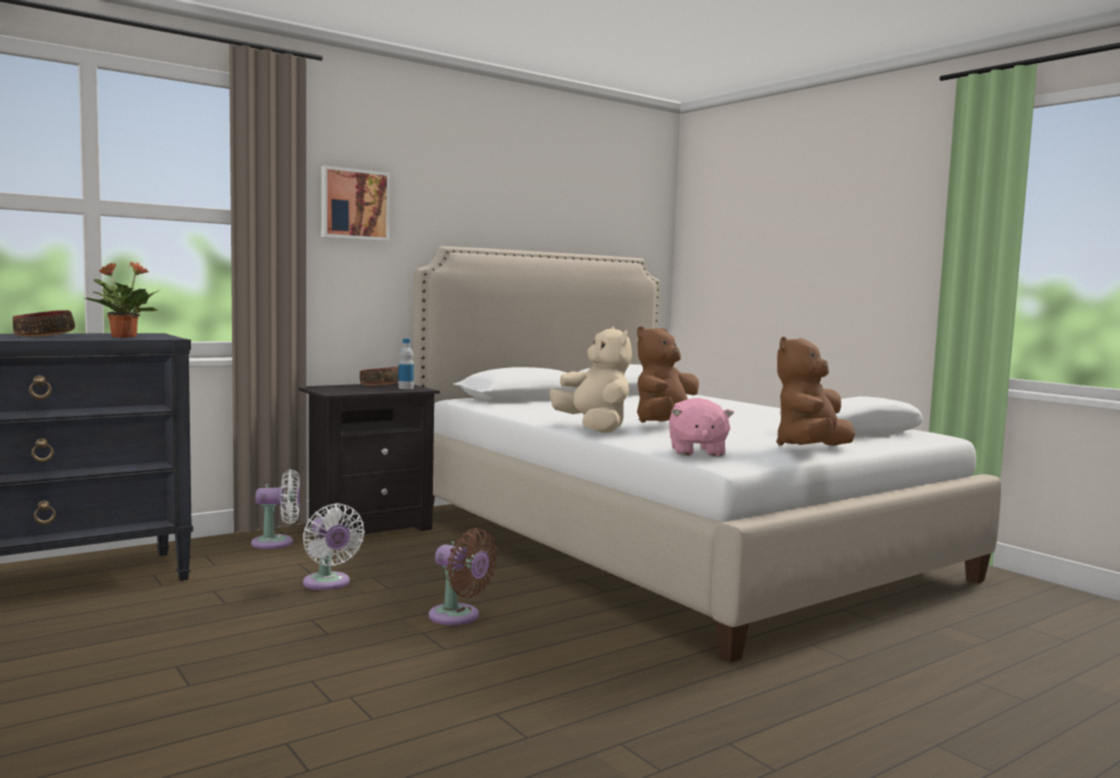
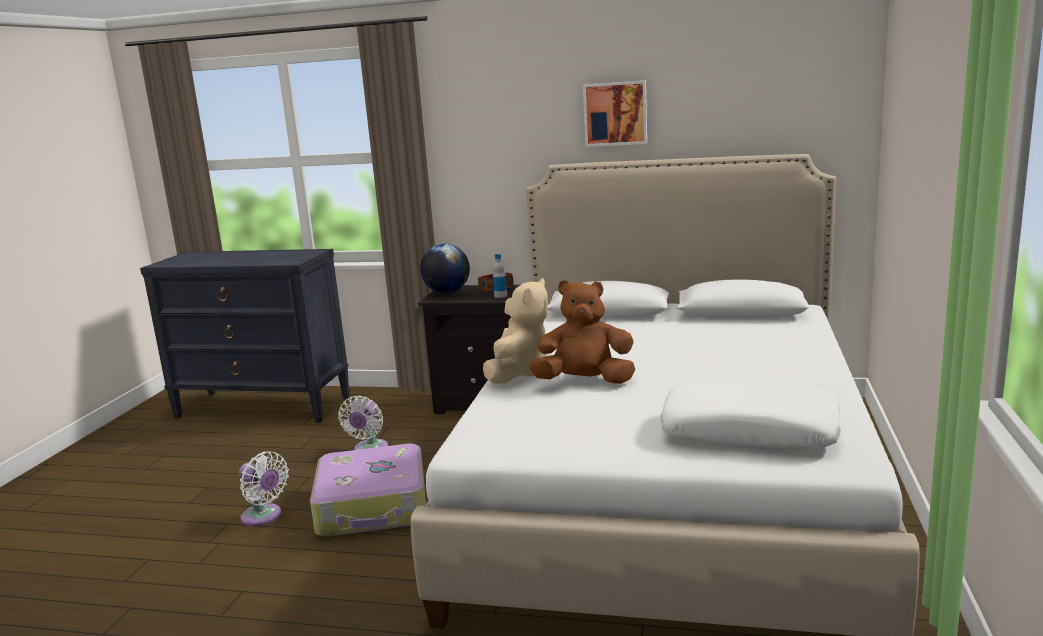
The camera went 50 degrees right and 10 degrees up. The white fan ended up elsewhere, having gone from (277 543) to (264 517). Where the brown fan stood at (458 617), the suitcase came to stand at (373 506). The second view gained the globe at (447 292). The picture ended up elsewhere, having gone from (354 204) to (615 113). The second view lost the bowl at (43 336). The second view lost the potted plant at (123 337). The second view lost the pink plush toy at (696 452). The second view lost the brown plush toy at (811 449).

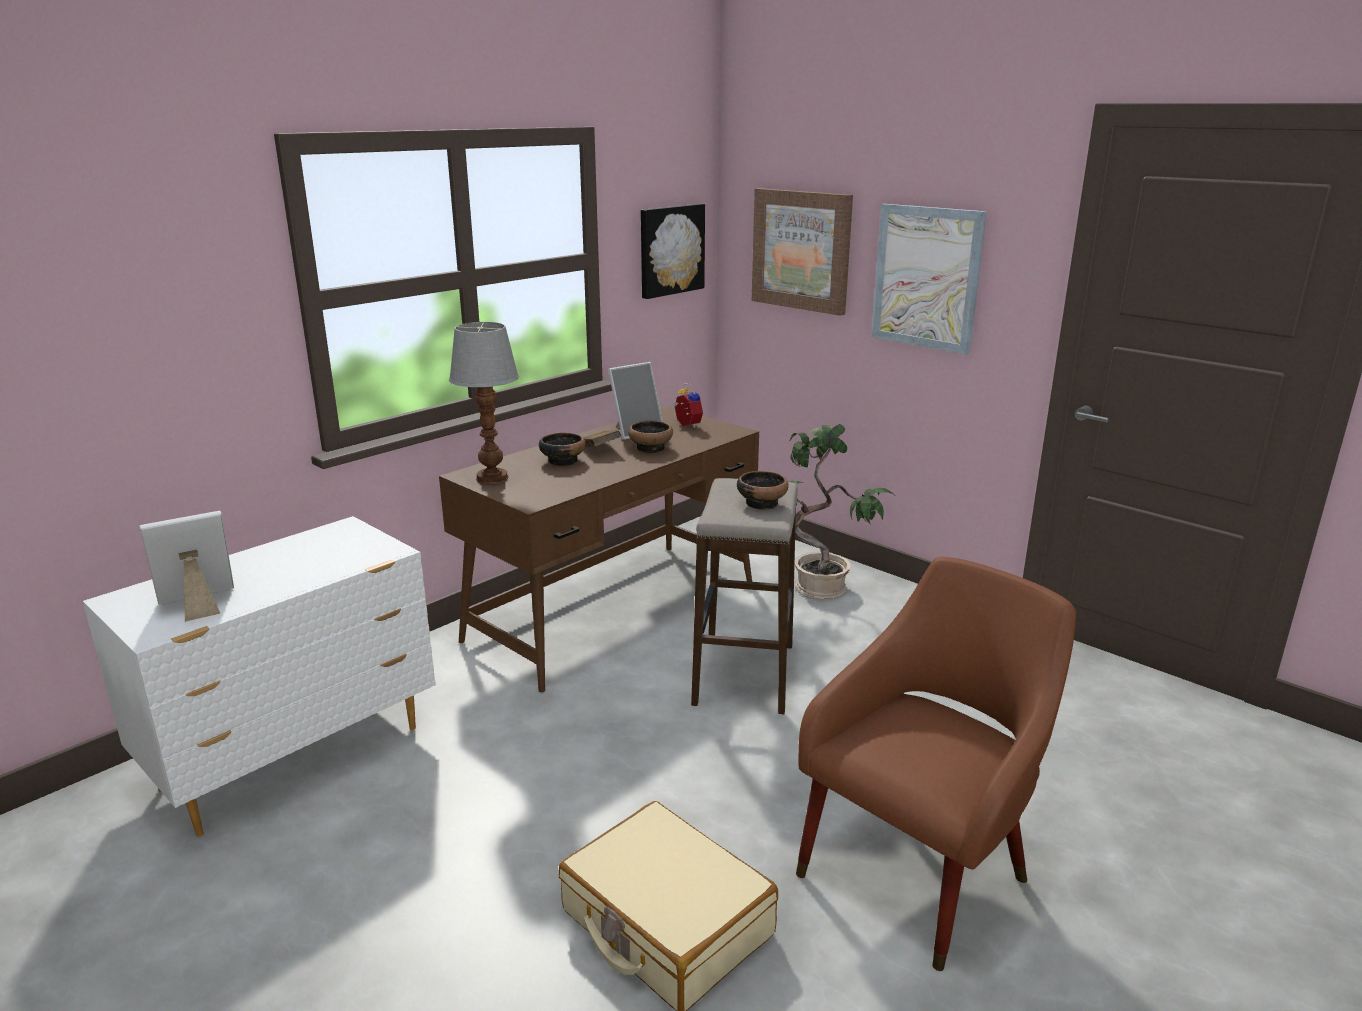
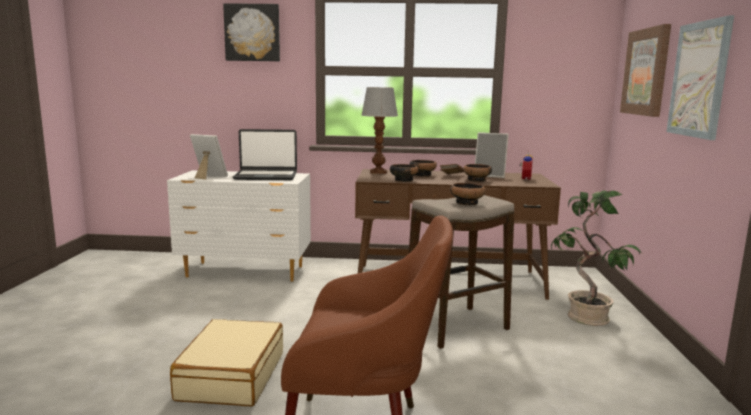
The camera went 50 degrees right and 10 degrees down. The picture ended up elsewhere, having gone from (670 250) to (252 33). The second view gained the laptop at (266 176). The second view gained the bowl at (403 180).

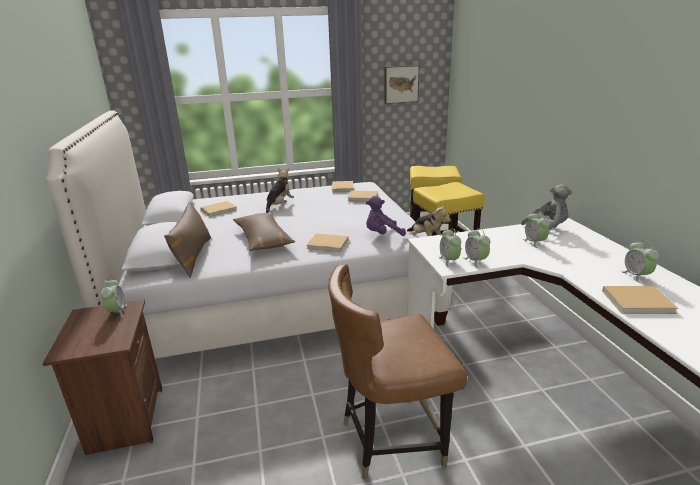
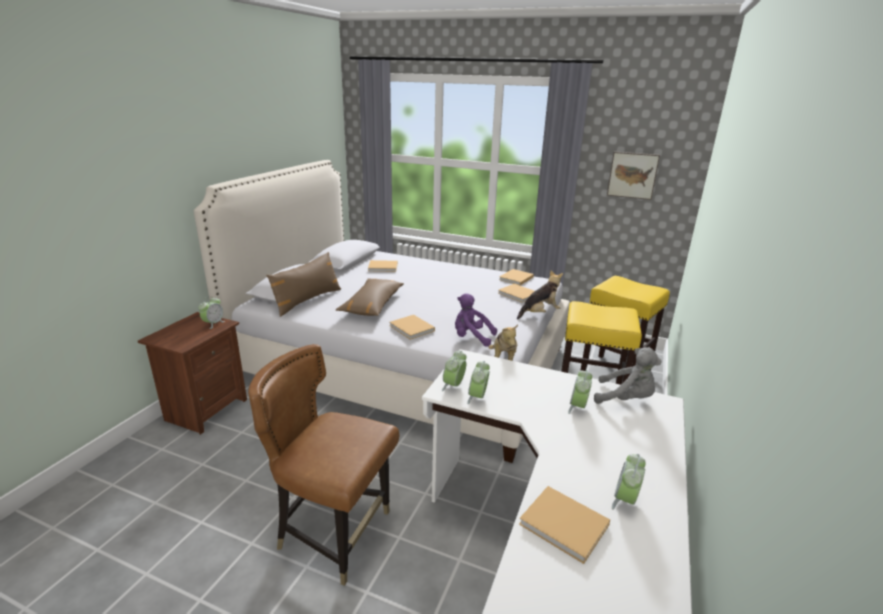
The camera went 35 degrees right and 0 degrees up. The plush toy ended up elsewhere, having gone from (279 205) to (539 313).

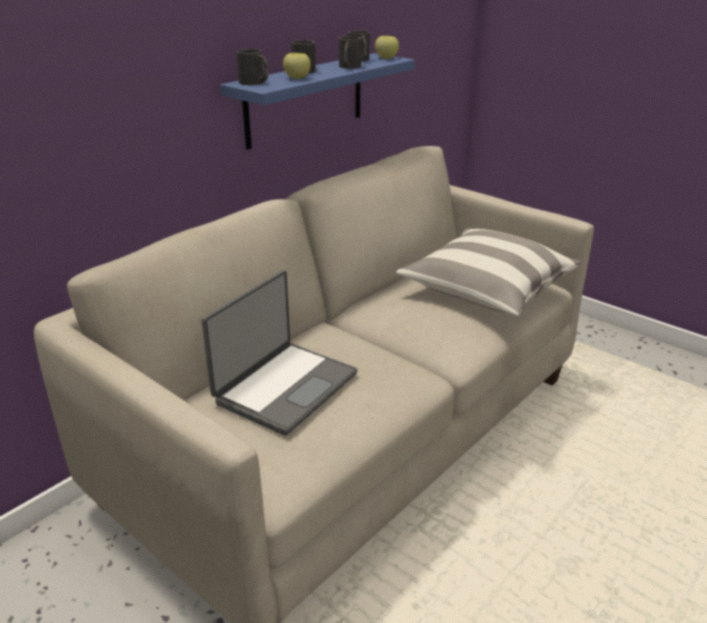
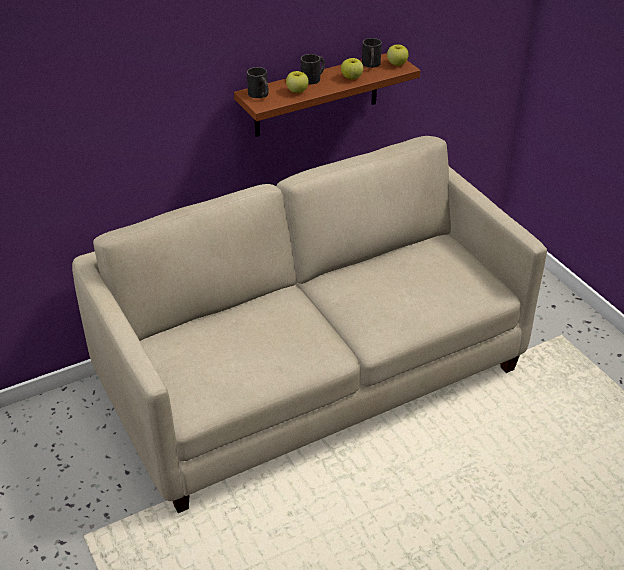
The camera went 20 degrees right and 10 degrees up. What was the blue shelf at (305 100) turned into the brown shelf at (316 95). Where the black mug stood at (349 67), the apple came to stand at (351 77). The second view lost the laptop at (284 387). The second view lost the pillow at (487 290).

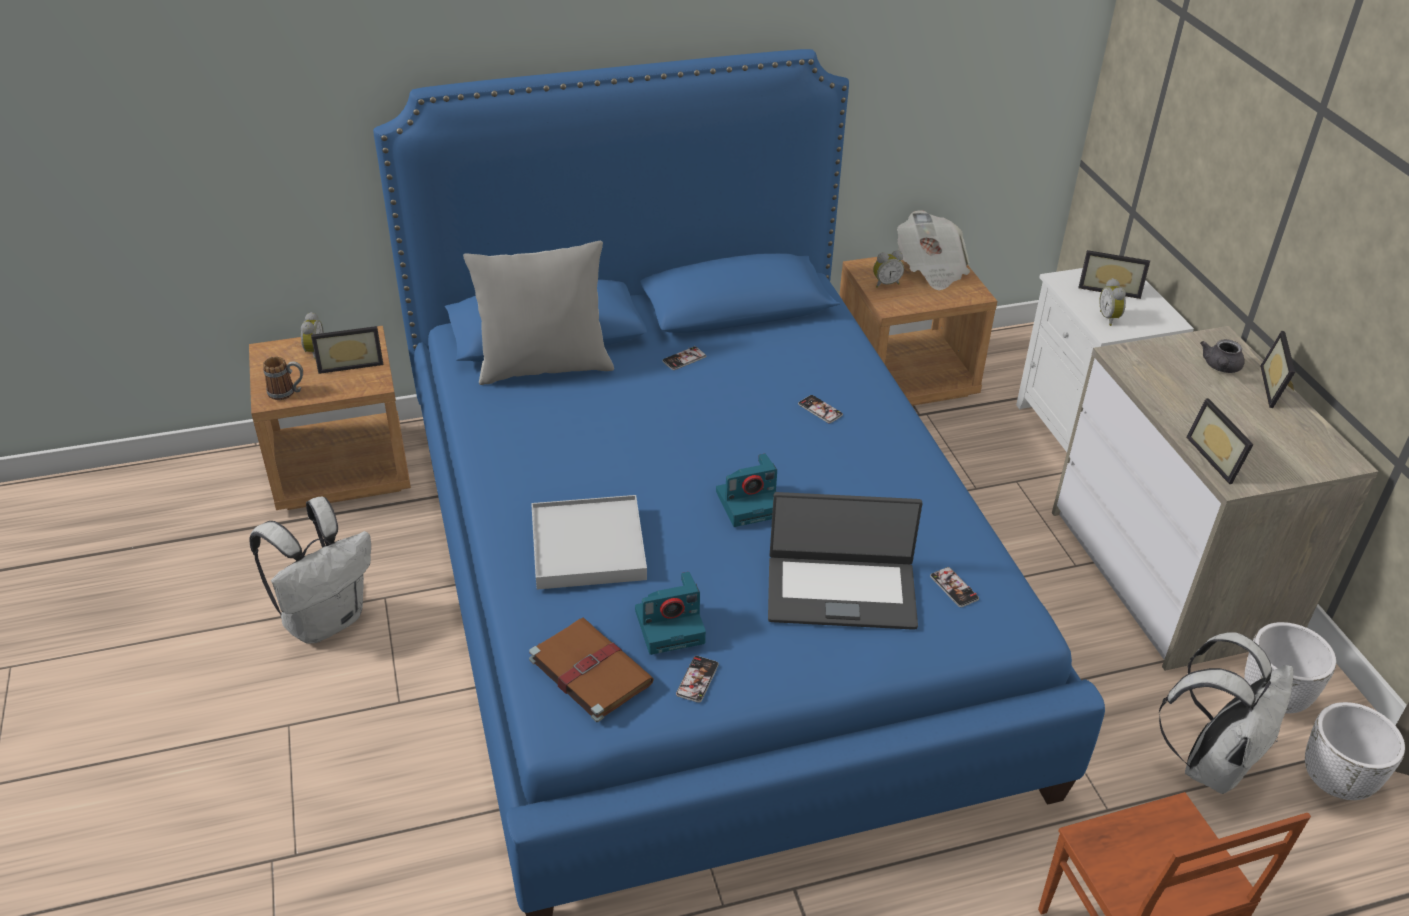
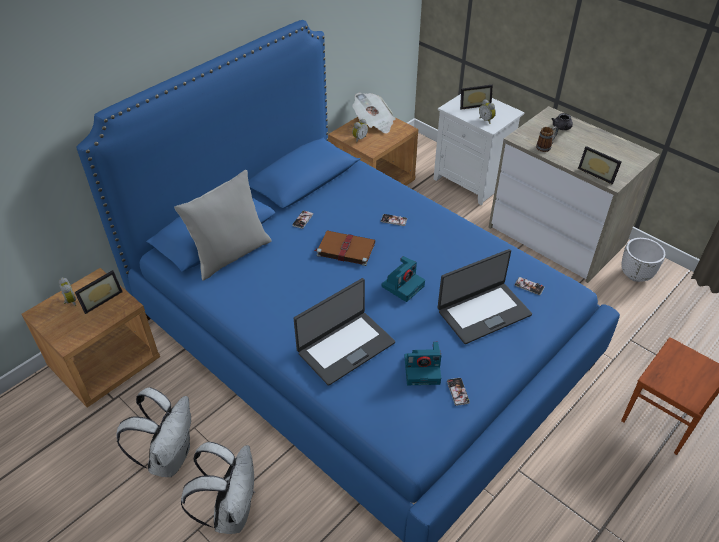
The camera went 30 degrees left and 5 degrees up. The white backpack ended up elsewhere, having gone from (1211 762) to (231 511). Where the white tray stood at (588 546), the laptop came to stand at (345 347). The brown book ended up elsewhere, having gone from (588 670) to (345 249). The photo camera at (671 625) ended up facing another way, 45 degrees clockwise from before. The mug ended up elsewhere, having gone from (287 393) to (546 146). The second view lost the picture frame at (1278 388). The second view lost the white planter at (1336 781).

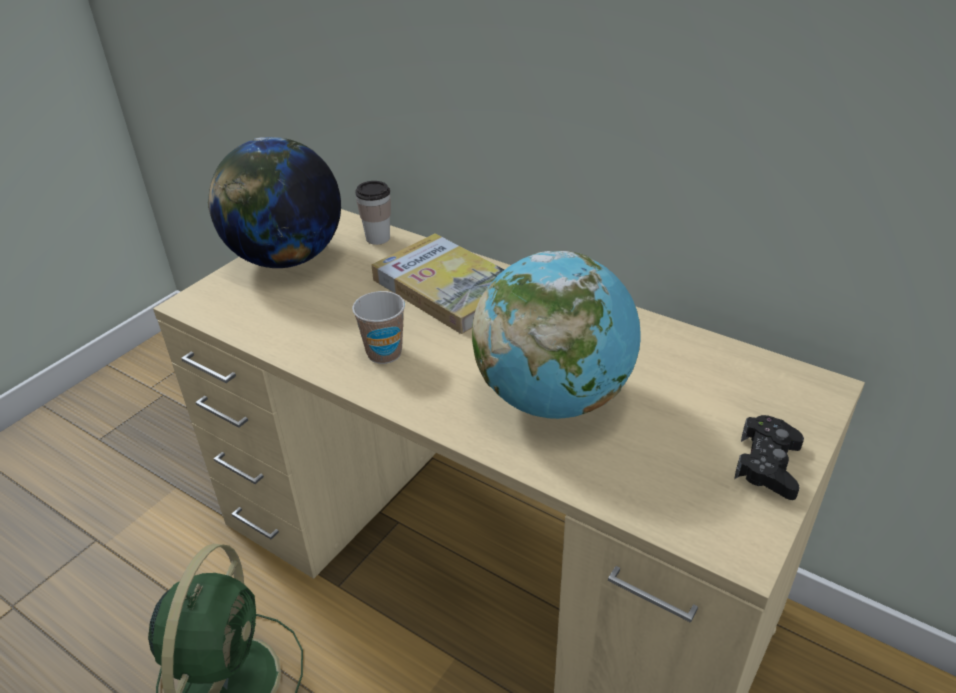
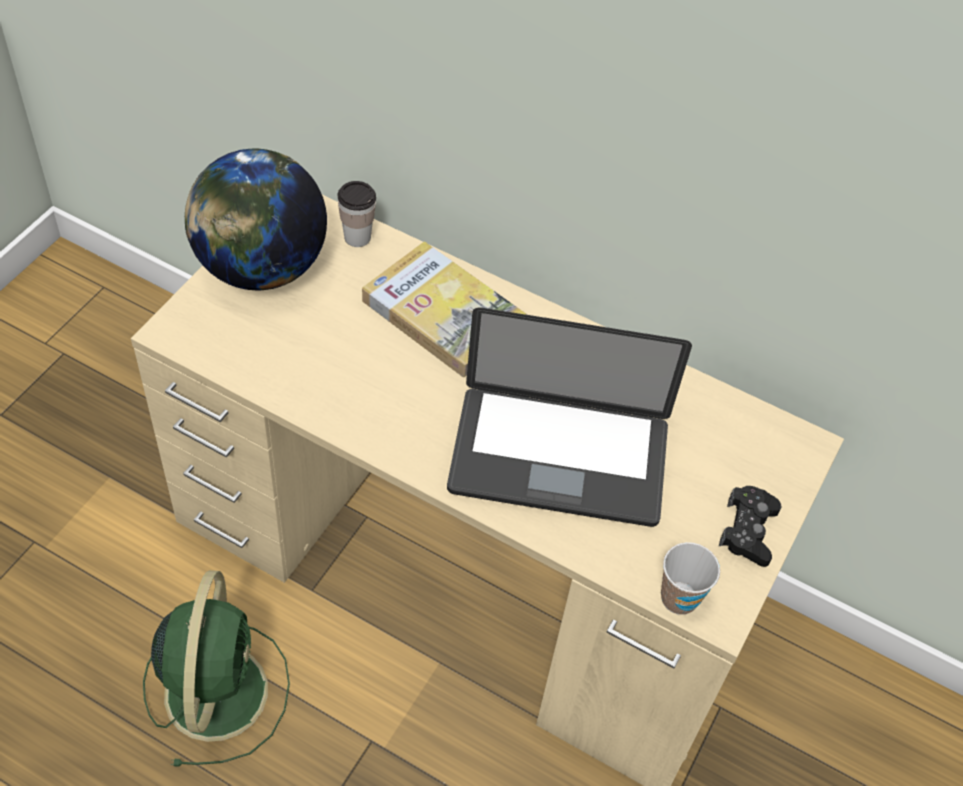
The camera went 10 degrees left and 15 degrees up. Where the globe stood at (553 398), the laptop came to stand at (559 458). The cup ended up elsewhere, having gone from (384 353) to (679 598).

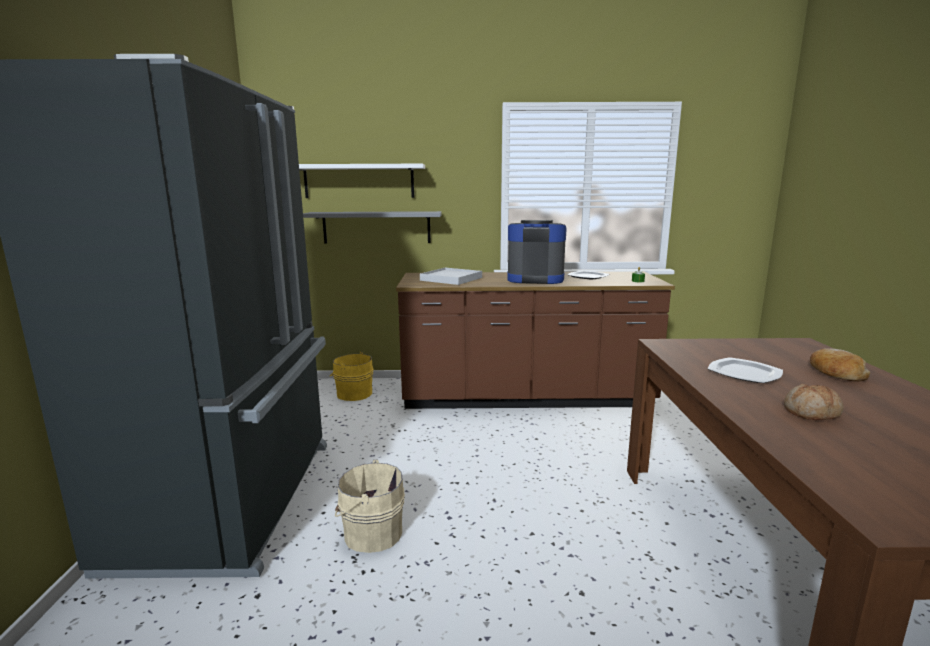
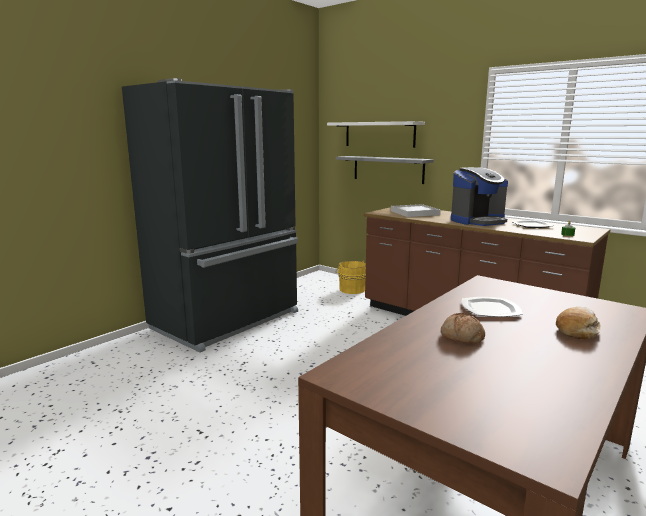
The camera went 40 degrees right and 0 degrees up. The coffee machine at (535 279) ended up facing another way, 105 degrees clockwise from before. The second view lost the beige bucket at (370 533).

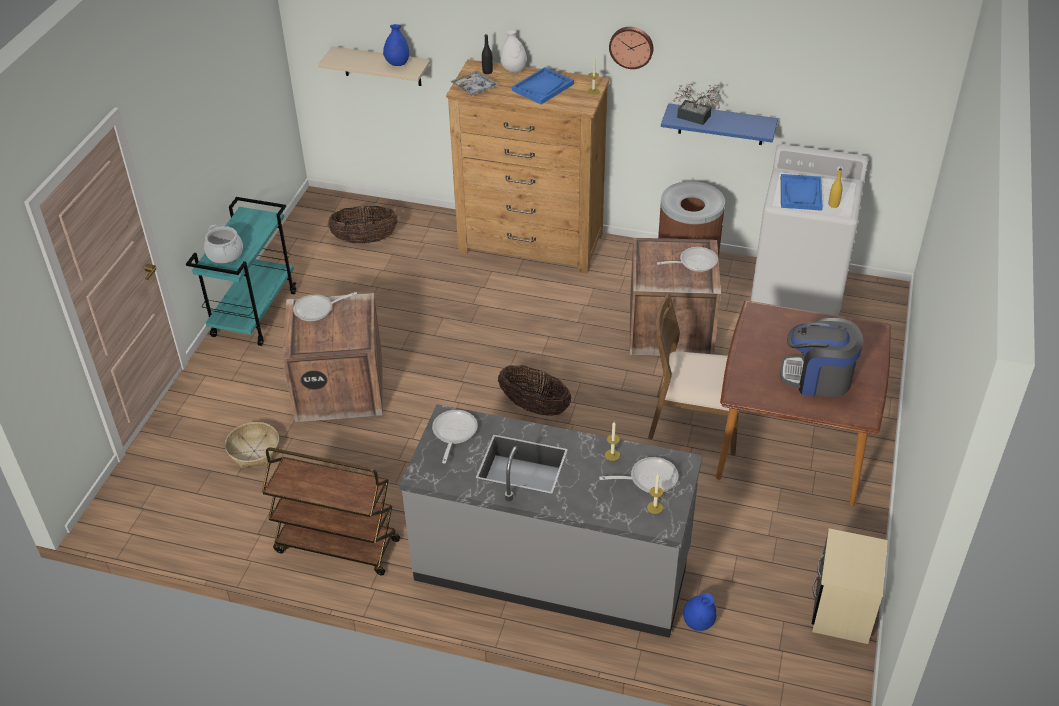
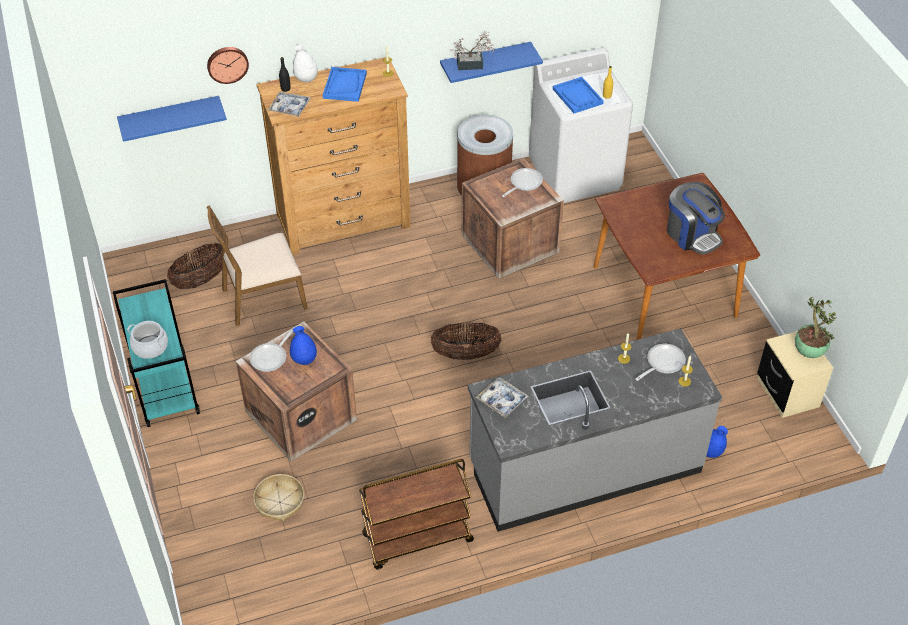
The camera went 35 degrees left and 5 degrees up. What was the beige shelf at (382 66) turned into the blue shelf at (170 117). The wall clock ended up elsewhere, having gone from (631 46) to (227 64). The brown chair ended up elsewhere, having gone from (694 422) to (263 297). The blue vase ended up elsewhere, having gone from (397 64) to (304 359). Where the frying pan stood at (453 433), the tray came to stand at (502 400). The coffee machine at (817 378) ended up facing another way, 105 degrees counterclockwise from before. The second view gained the potted plant at (808 351).

